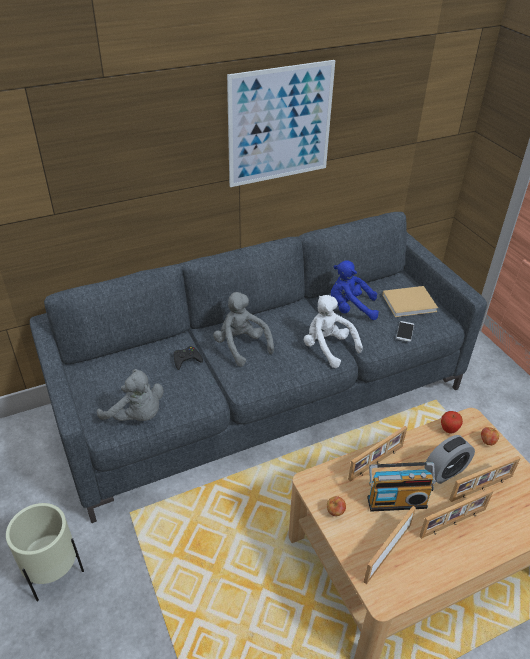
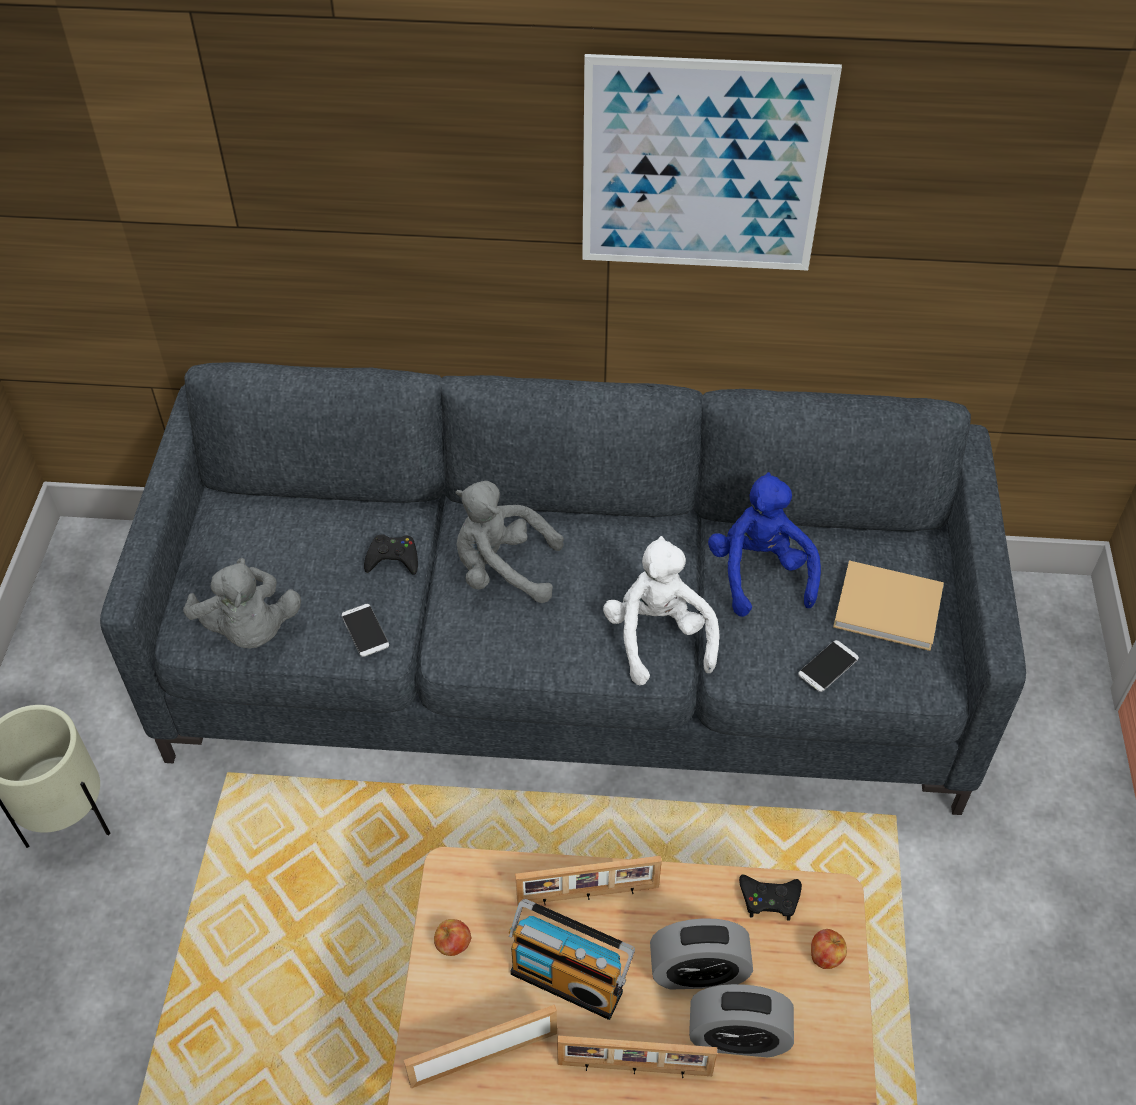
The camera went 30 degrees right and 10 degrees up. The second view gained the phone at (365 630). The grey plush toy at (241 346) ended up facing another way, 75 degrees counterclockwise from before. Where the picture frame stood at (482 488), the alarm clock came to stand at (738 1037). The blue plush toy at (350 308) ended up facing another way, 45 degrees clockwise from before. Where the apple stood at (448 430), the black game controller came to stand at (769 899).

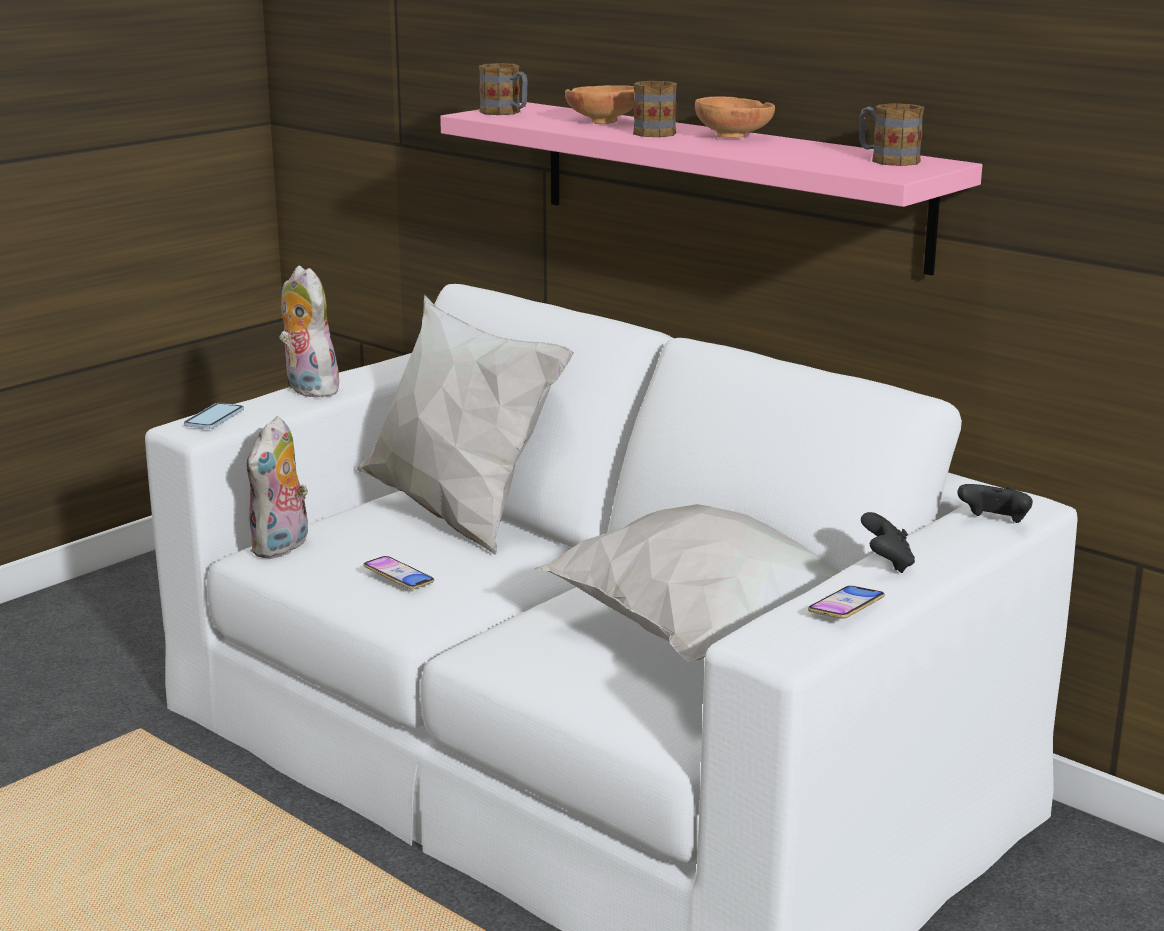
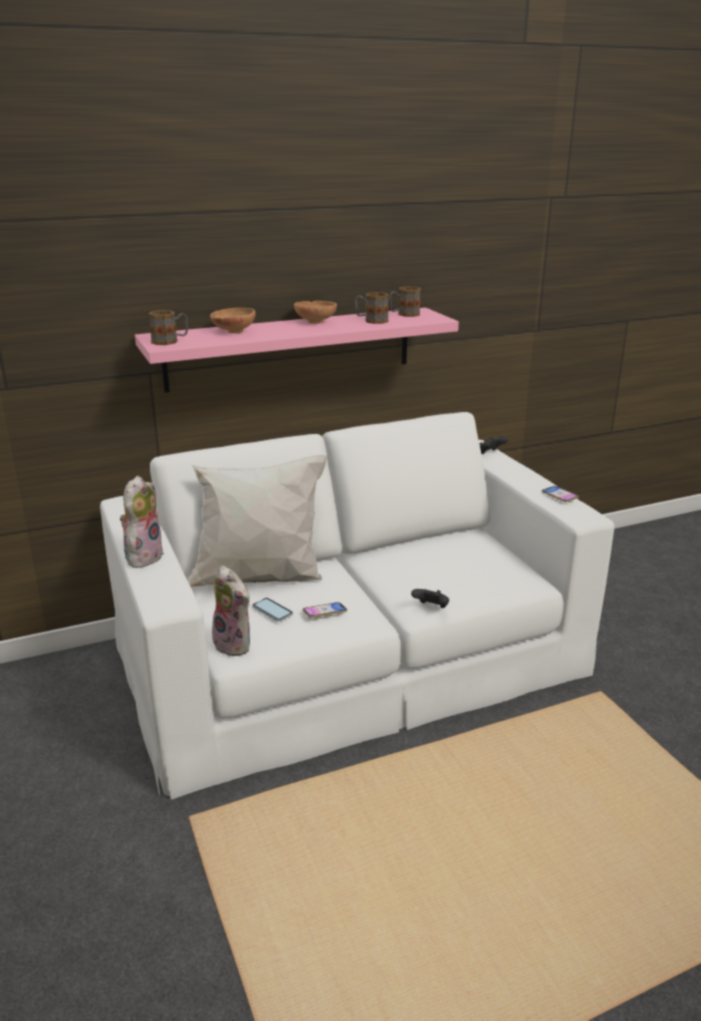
The camera went 65 degrees left and 5 degrees up. The plush toy at (307 389) ended up facing another way, 120 degrees clockwise from before. The phone ended up elsewhere, having gone from (214 418) to (272 611). The mug ended up elsewhere, having gone from (652 132) to (371 320). The black game controller ended up elsewhere, having gone from (887 564) to (431 608). The second view lost the white pillow at (704 631).

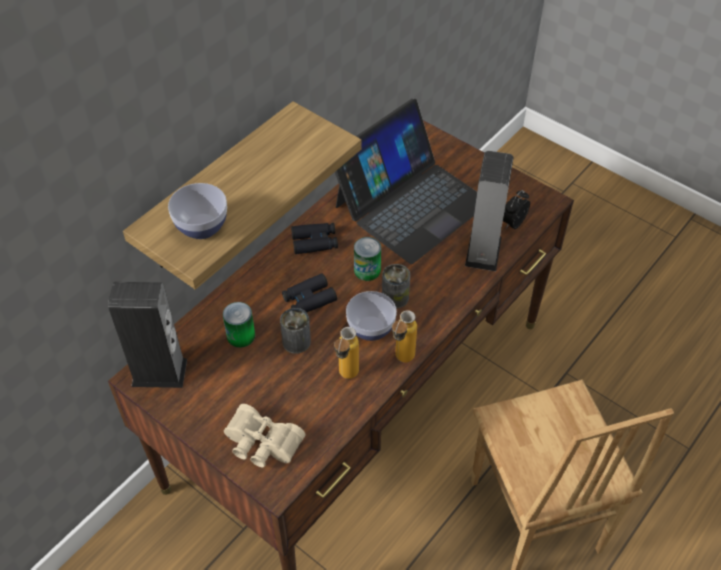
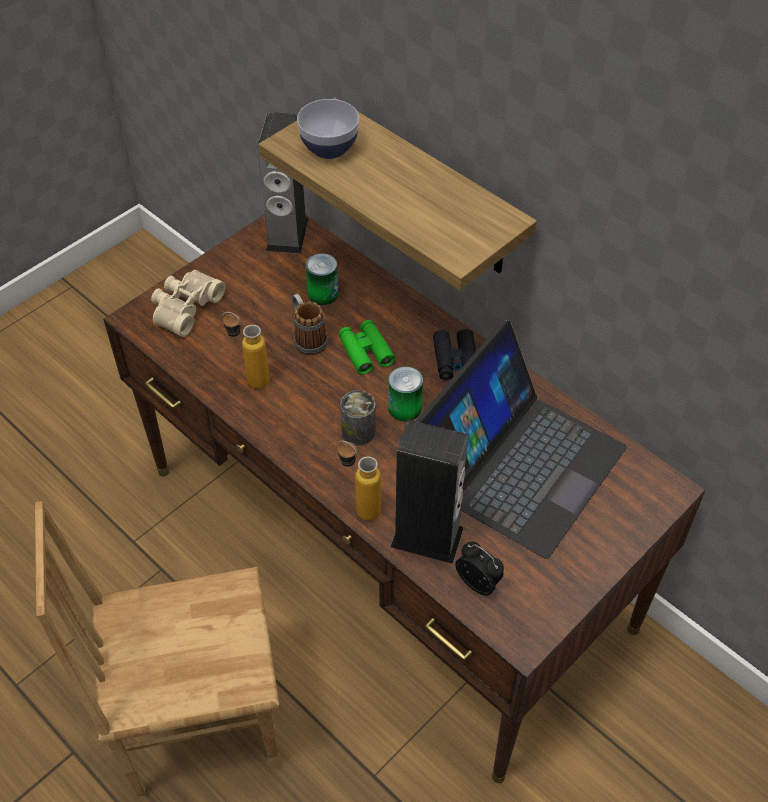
The camera went 95 degrees right and 0 degrees up. Where the can stood at (296 341), the mug came to stand at (307 338). The bottle ended up elsewhere, having gone from (401 361) to (359 507). What was the black binoculars at (309 299) turned into the green binoculars at (365 351). The laptop at (410 203) ended up facing another way, 105 degrees counterclockwise from before. The second view lost the bowl at (371 328).

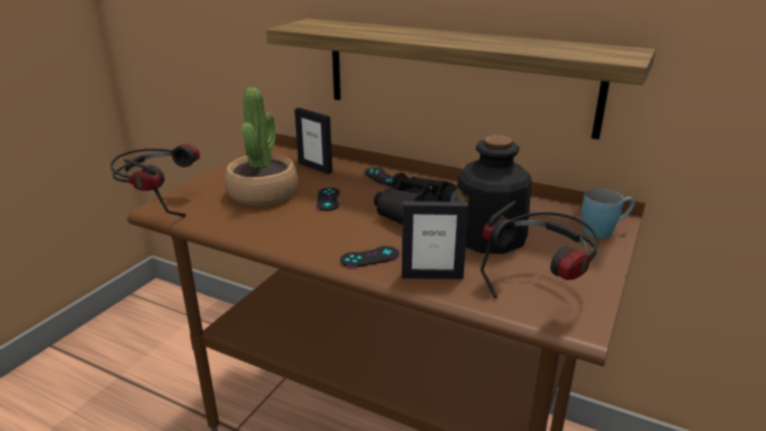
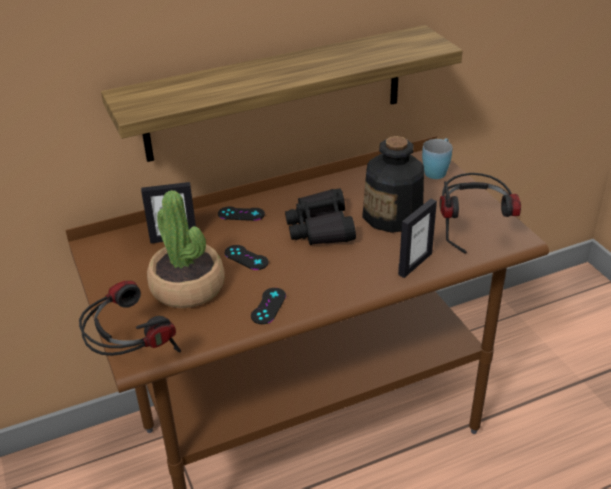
The camera went 50 degrees left and 10 degrees up. The black game controller ended up elsewhere, having gone from (369 257) to (268 306).

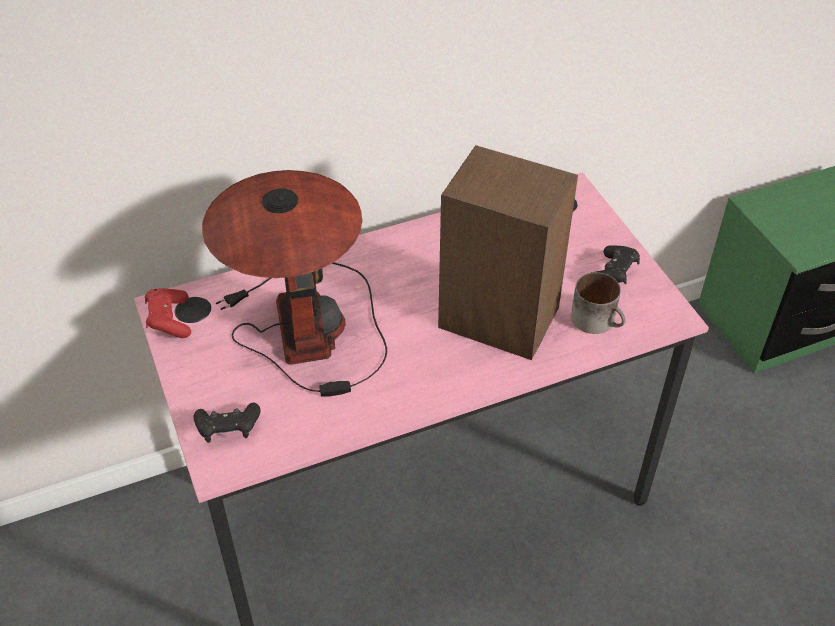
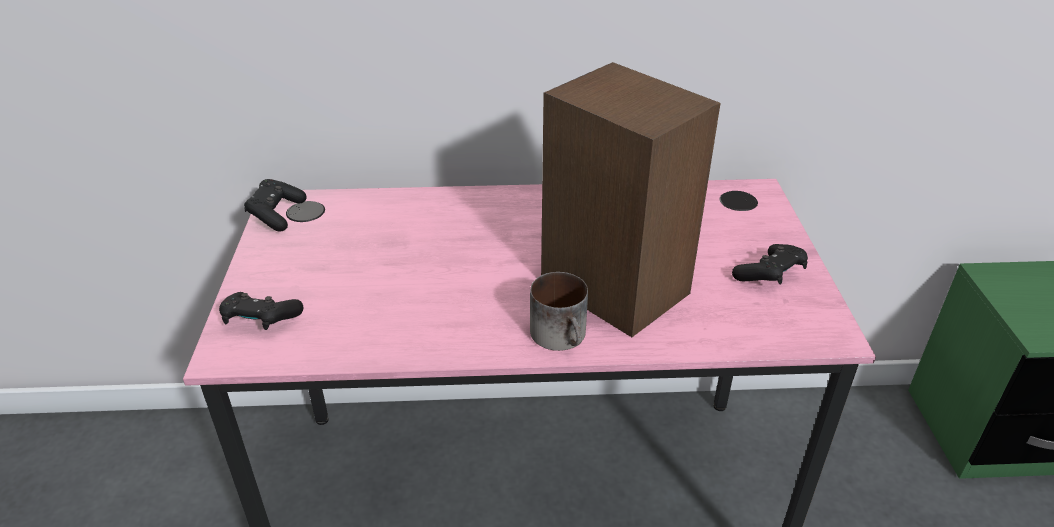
The camera went 20 degrees right and 10 degrees down. What was the red game controller at (169 320) turned into the black game controller at (276 214). The mug ended up elsewhere, having gone from (598 320) to (563 336). The second view lost the table lamp at (305 324).

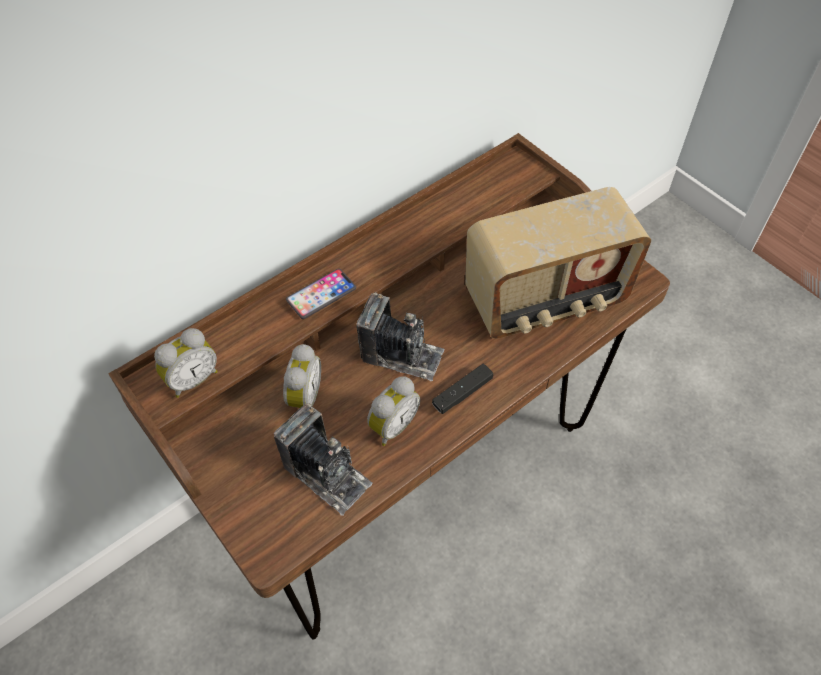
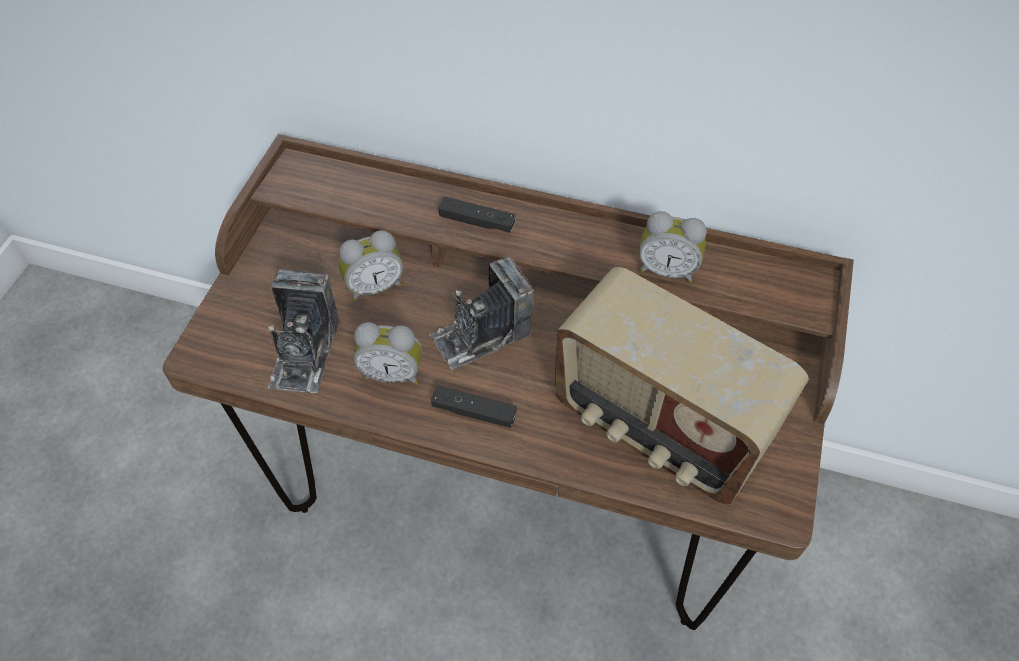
The camera went 55 degrees right and 0 degrees up. The photo camera at (402 354) ended up facing another way, 75 degrees clockwise from before. Where the phone stood at (321 294), the black game controller came to stand at (477 222). The alarm clock ended up elsewhere, having gone from (192 379) to (666 269).

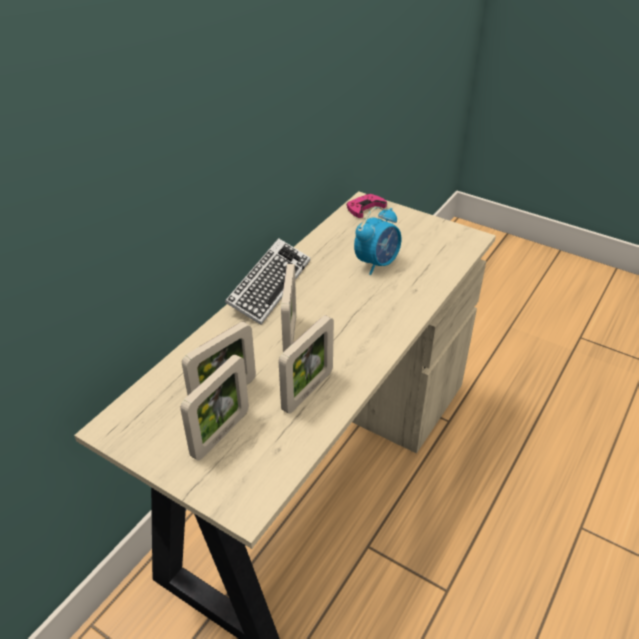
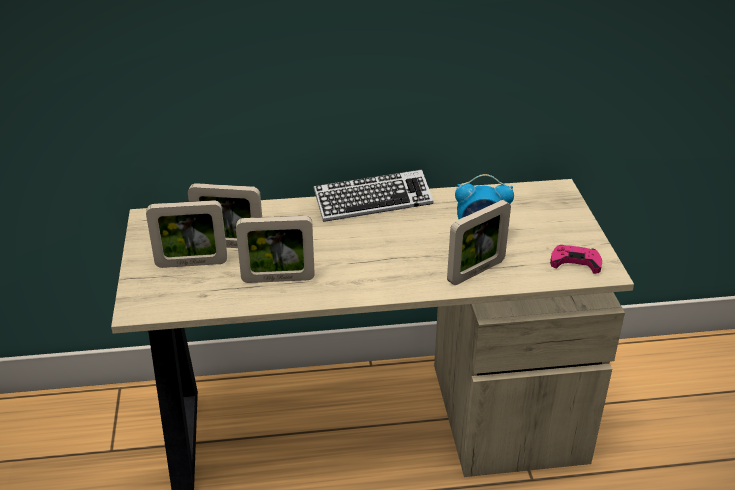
The camera went 50 degrees right and 5 degrees down. The picture frame ended up elsewhere, having gone from (290 338) to (476 271). The pink game controller ended up elsewhere, having gone from (365 208) to (575 262).

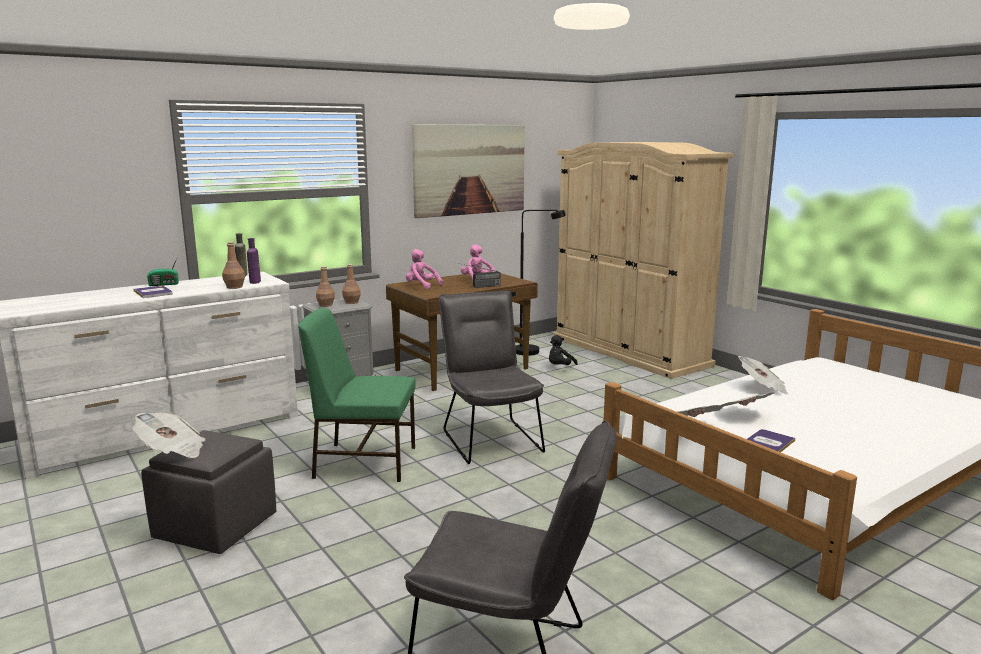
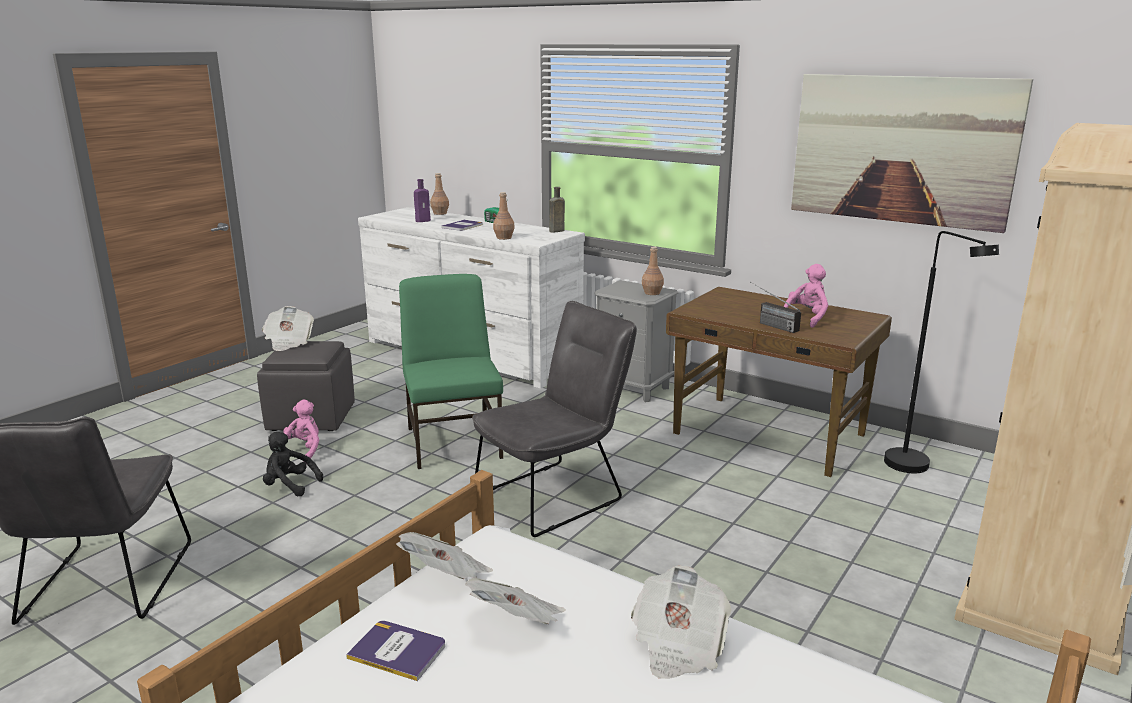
The camera went 70 degrees right and 5 degrees up. The black plush toy ended up elsewhere, having gone from (560 367) to (289 485). The pink plush toy ended up elsewhere, having gone from (421 286) to (303 451). The purple bottle ended up elsewhere, having gone from (255 281) to (424 221). The brown bottle ended up elsewhere, having gone from (326 305) to (440 213).

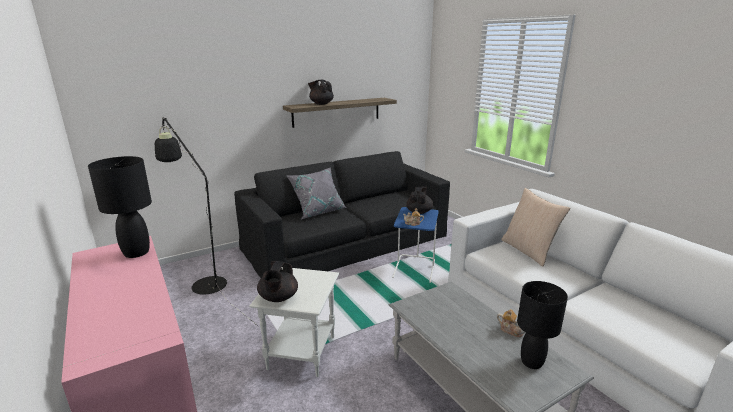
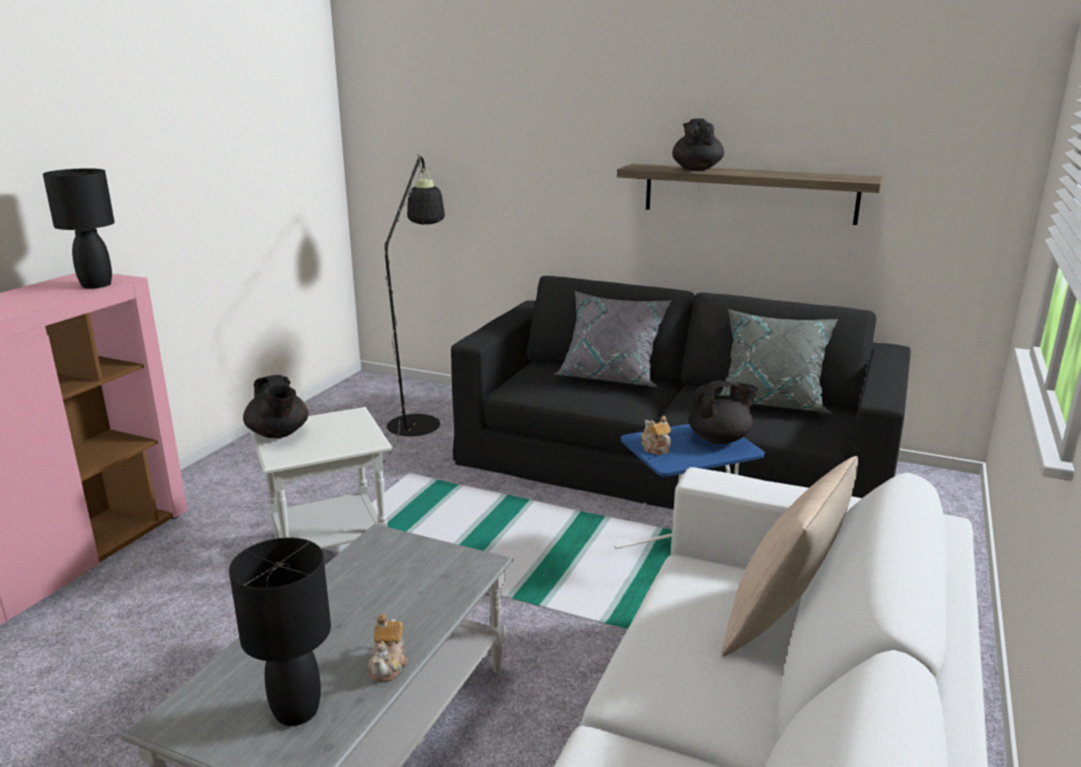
The camera went 55 degrees right and 0 degrees up. The black teapot at (278 298) ended up facing another way, 90 degrees counterclockwise from before. The second view gained the grey pillow at (771 401).

